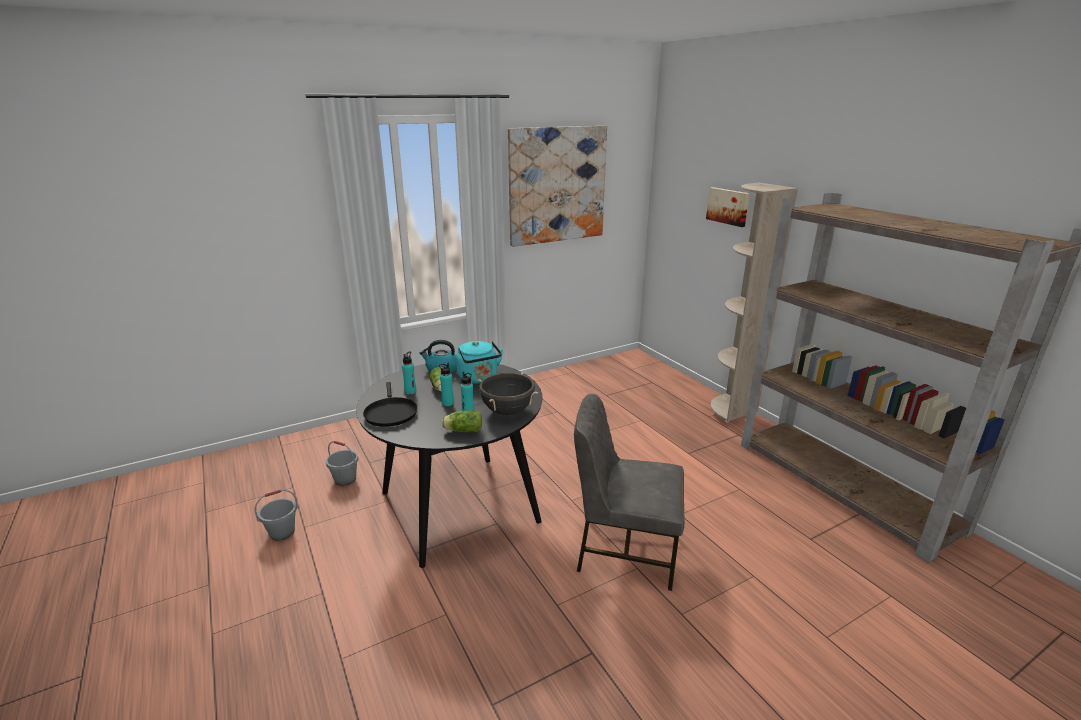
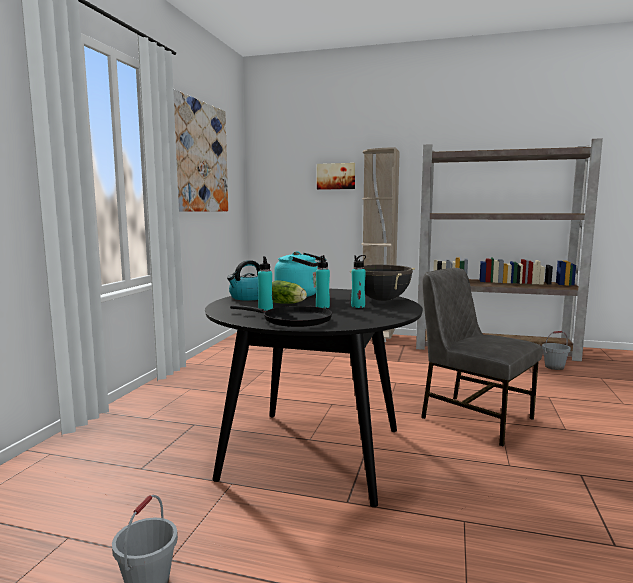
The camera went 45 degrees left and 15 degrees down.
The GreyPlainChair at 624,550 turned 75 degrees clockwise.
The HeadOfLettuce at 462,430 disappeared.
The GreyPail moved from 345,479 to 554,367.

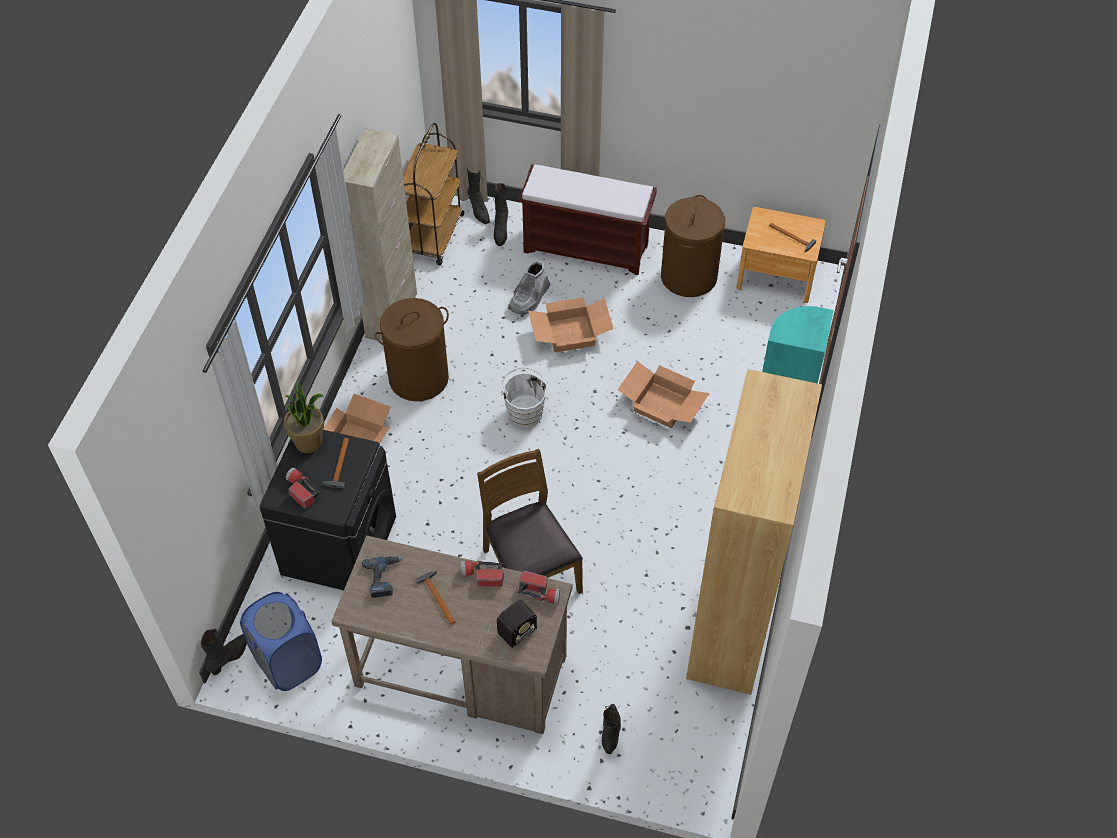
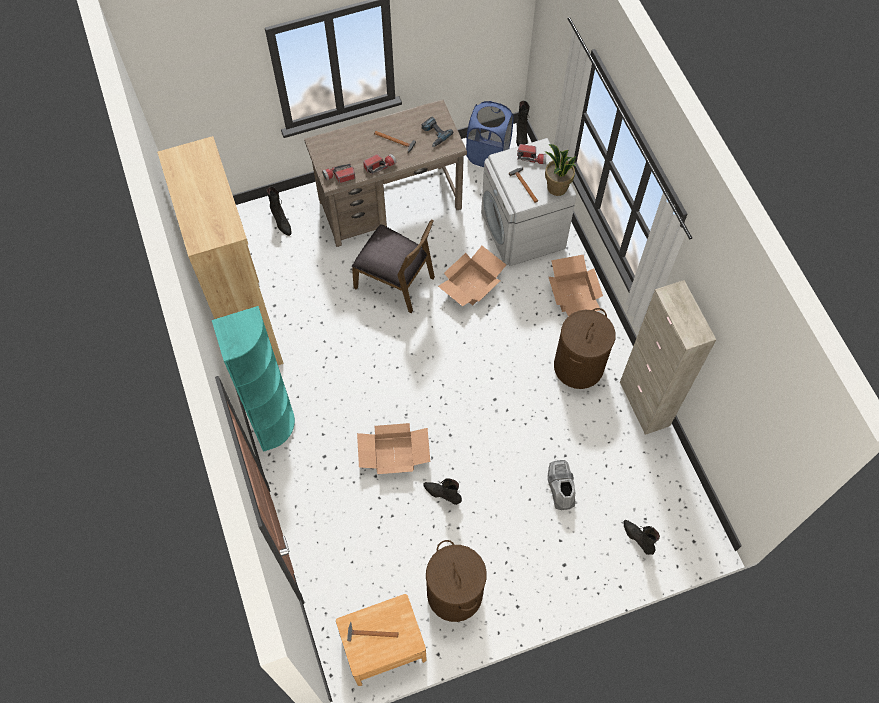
The camera went 145 degrees right and 10 degrees up.
The BrownColouredTrolley at 434,237 disappeared.
The BrownColouredBench at 587,248 disappeared.
The BlackColouredHighTopBoot moved from 478,210 to 442,494.
The CardboardBox moved from 571,333 to 471,285.
The WhiteColouredPail at 524,411 disappeared.
The BlackColouredWashingMachine at 341,543 became the WhiteColouredWashingMachine at 521,230.
The RadioReceiver at 505,636 disappeared.

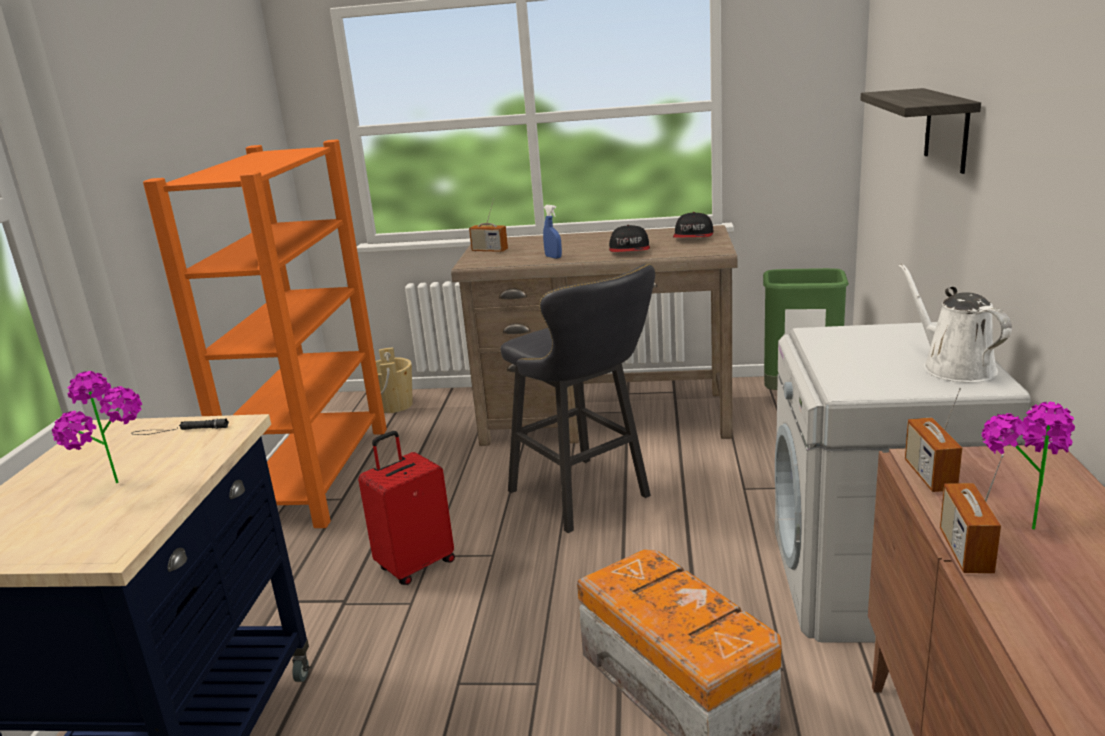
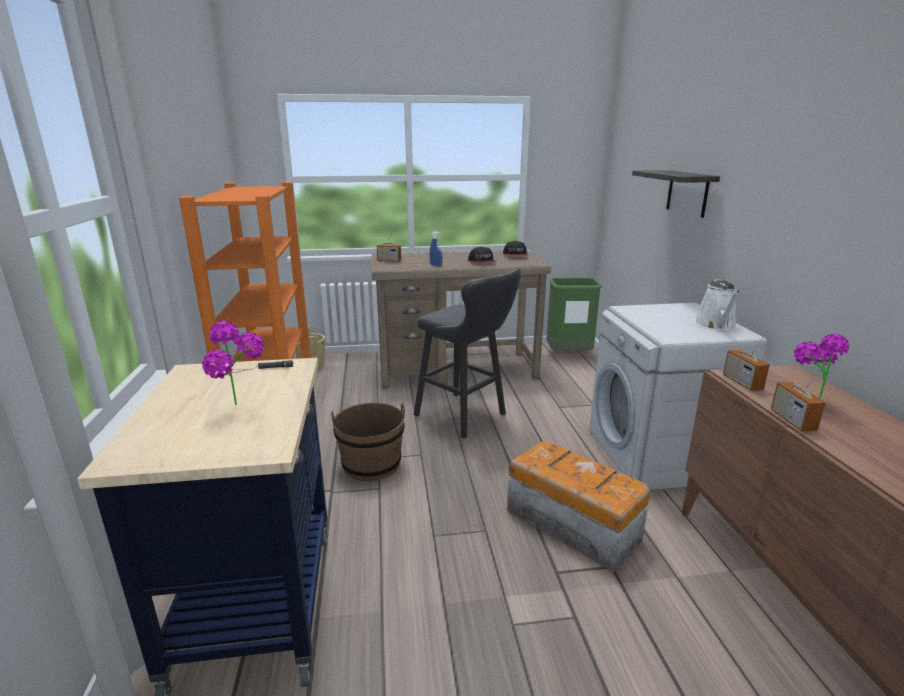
The camera went 15 degrees left and 0 degrees up.
The WhiteColouredWateringPot at 953,367 turned 135 degrees counterclockwise.
The RedColouredTravelCase at 415,565 was replaced by the BrownColouredPail at 371,464.

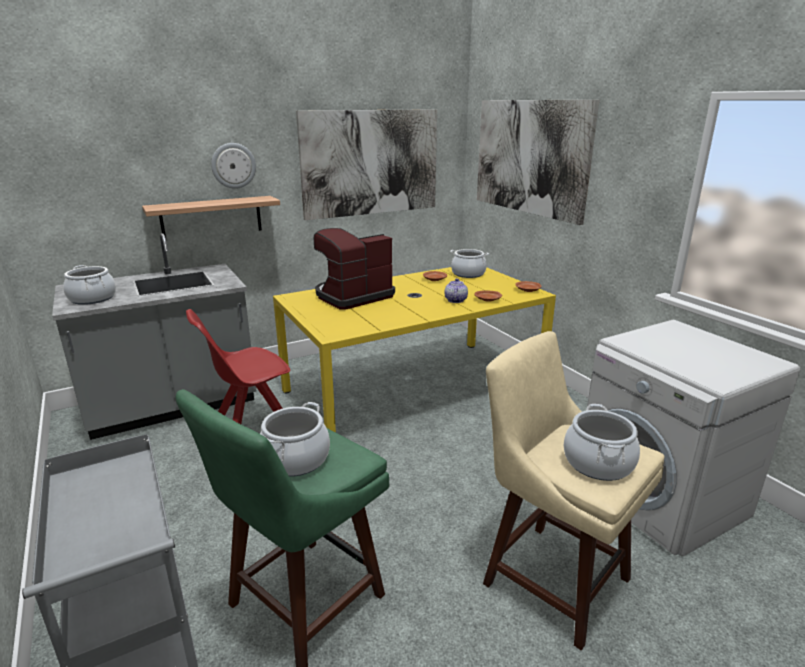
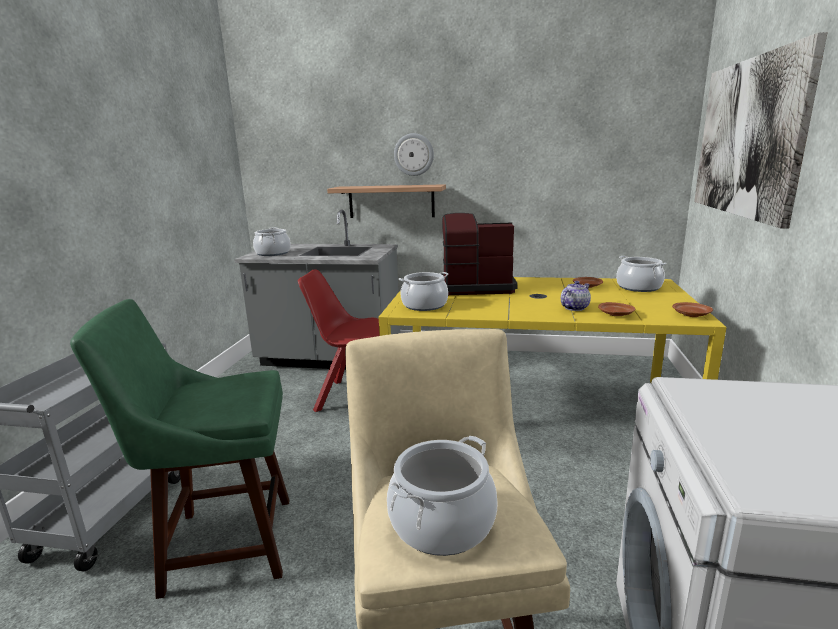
The camera went 40 degrees right and 5 degrees down.
The WallPicture at 371,163 disappeared.
The CookingPot moved from 295,459 to 424,305.

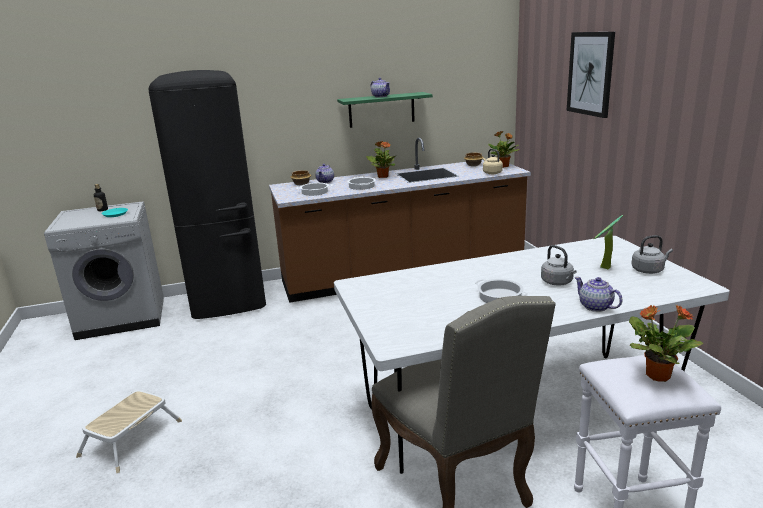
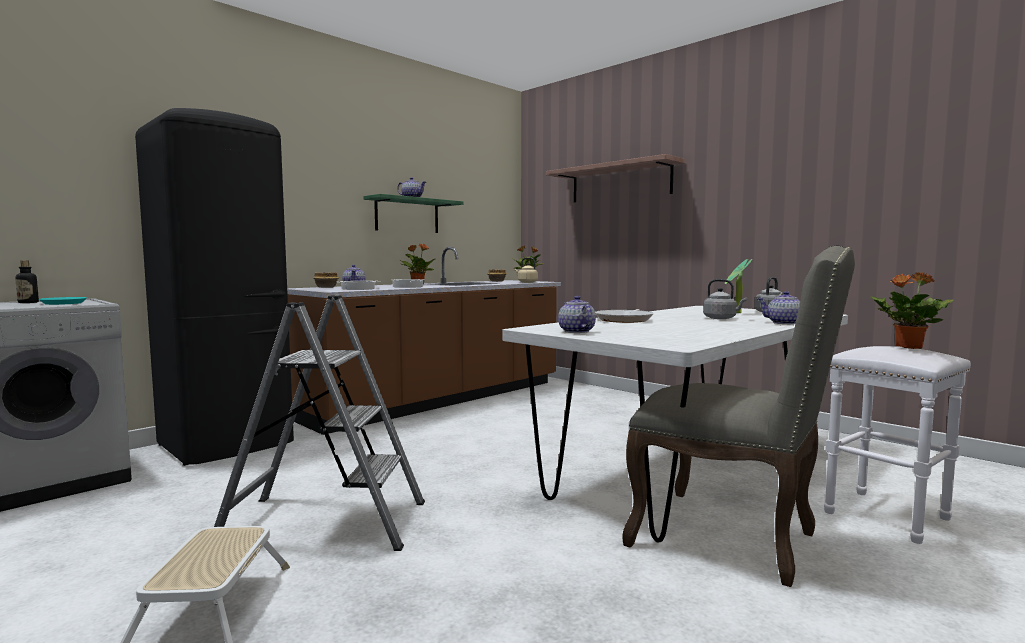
The camera went 30 degrees left and 15 degrees down.
The WallPicture at 590,73 was replaced by the WallShelf at 620,182.
The CookingPot at 499,297 disappeared.
The GreyStepStool at 322,521 appeared.
The PotForTea at 576,331 appeared.
The Skillet at 625,320 appeared.

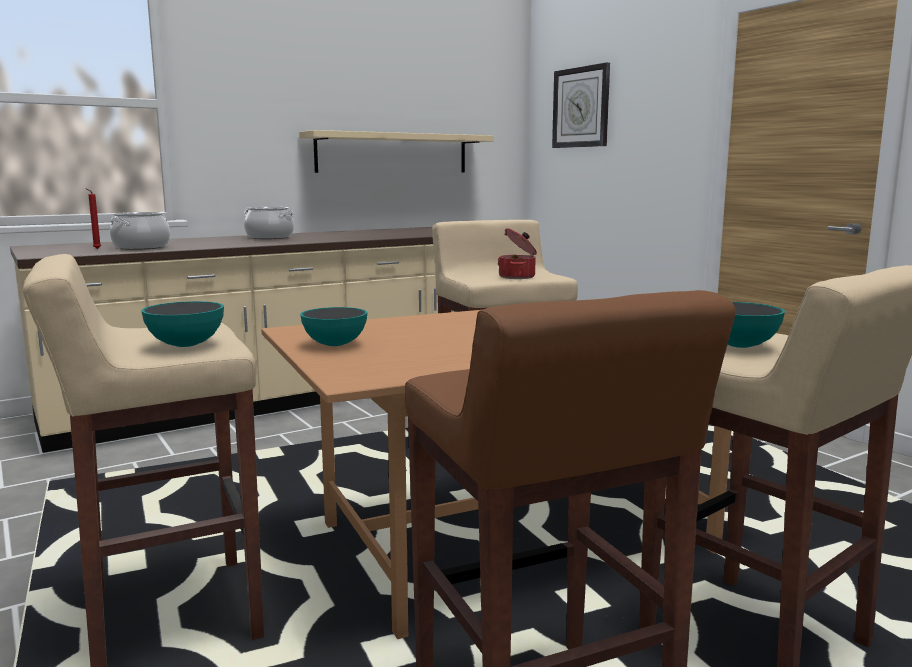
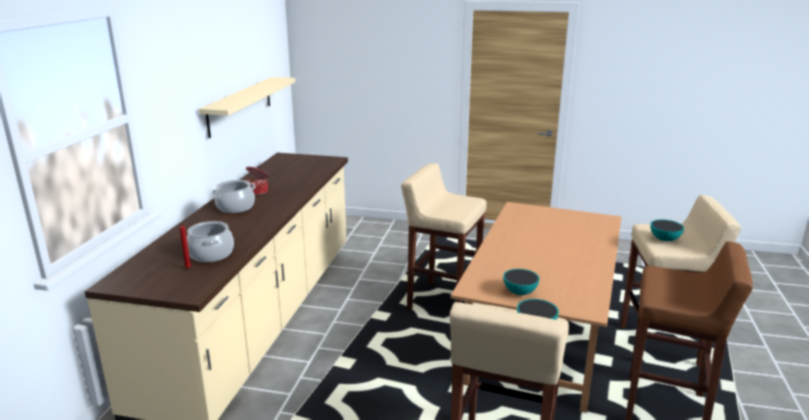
The camera went 45 degrees left and 10 degrees up.
The WallClock at 581,107 disappeared.
The CookingPot moved from 518,277 to 258,191.

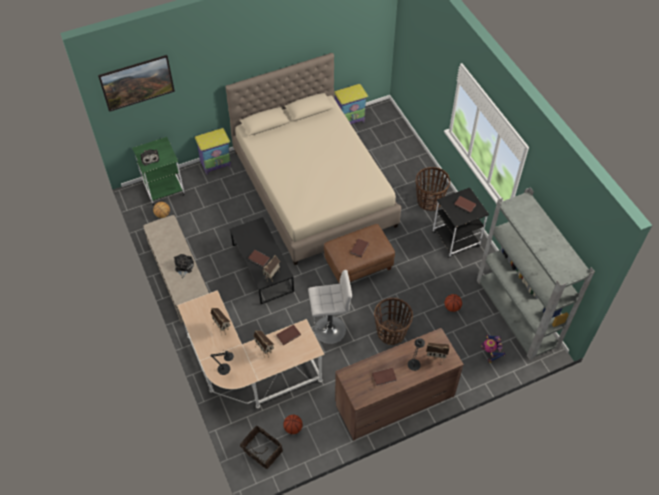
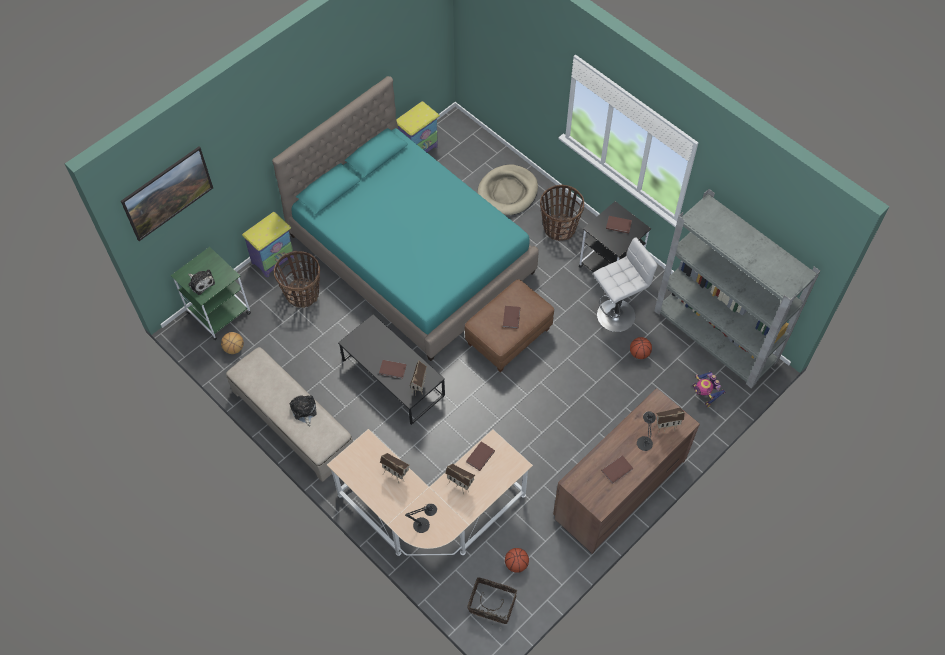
The camera went 20 degrees left and 5 degrees up.
The BeigeColouredBedroomBed at 313,187 became the TurquoiseBedroomBed at 411,253.
The WhiteColouredStool moved from 330,330 to 616,315.
The HouseholdBasket moved from 391,333 to 302,293.
The BeigeColouredDogBed at 507,192 appeared.

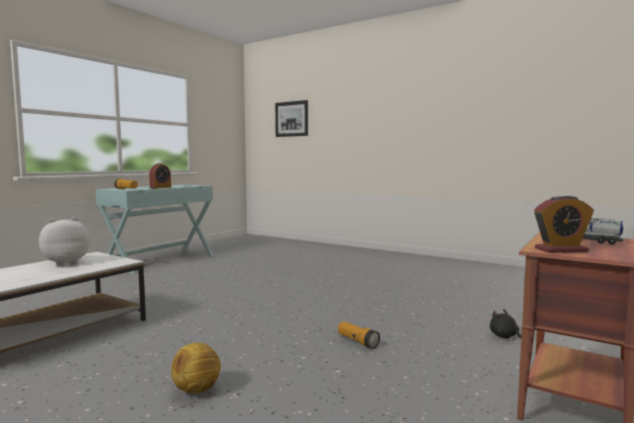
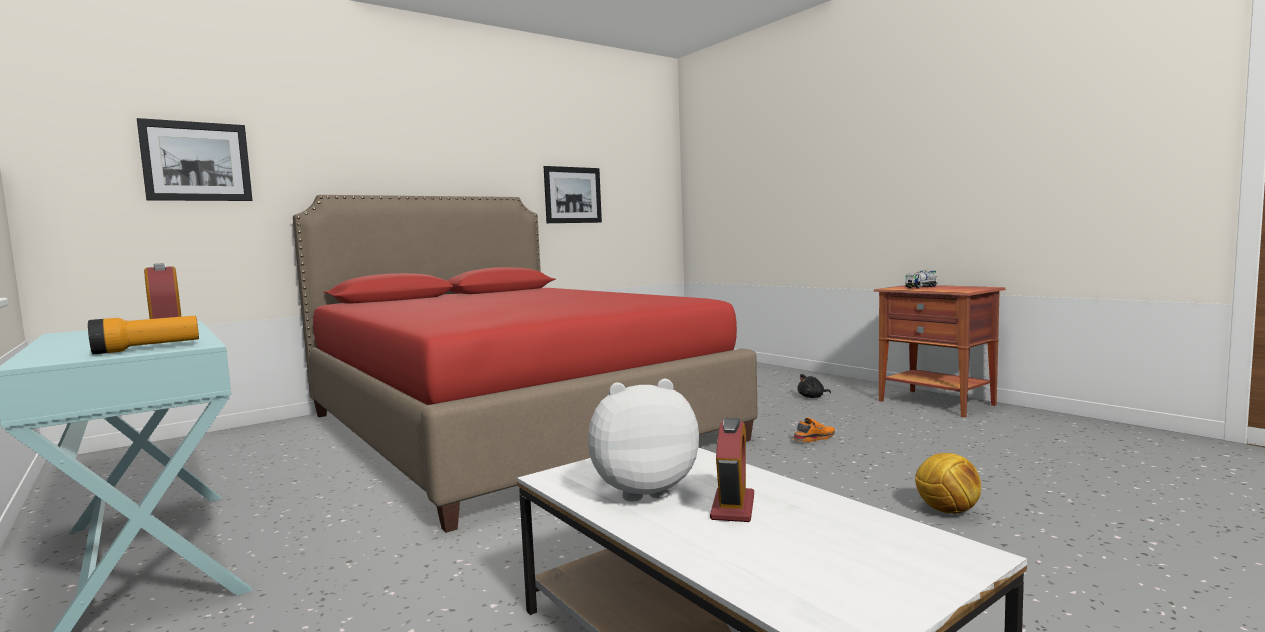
The camera went 70 degrees left and 0 degrees up.
The BedsideClock moved from 561,250 to 733,507.
The SoftToy at 66,263 turned 90 degrees clockwise.
The Flashlight at 357,342 was replaced by the OrangeyLowShoe at 813,438.
The WallPicture at 573,195 appeared.
The RedColouredBedroomBed at 508,427 appeared.

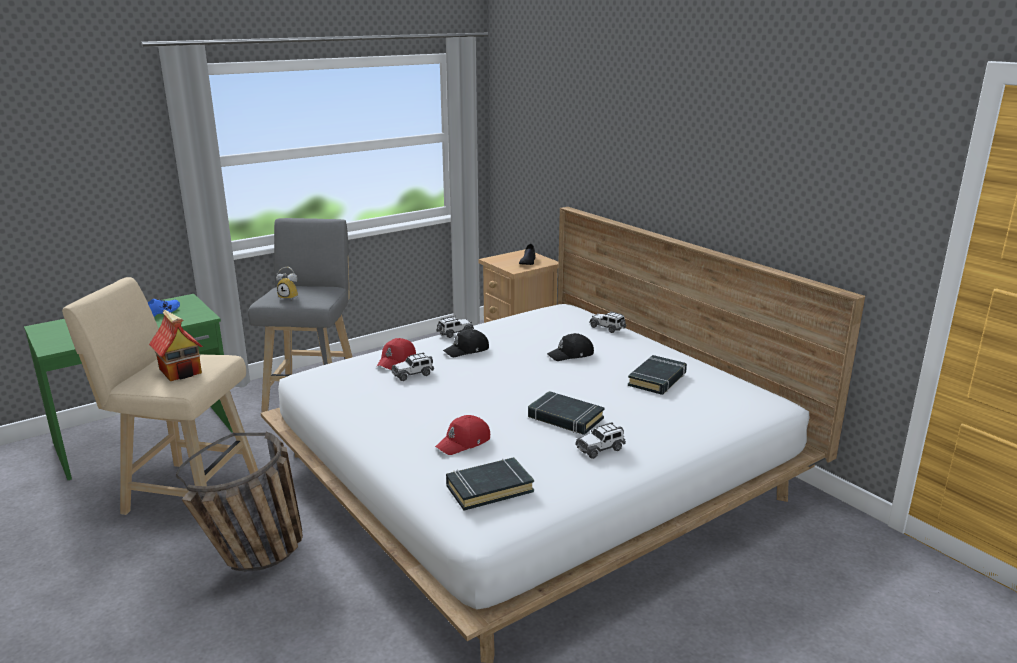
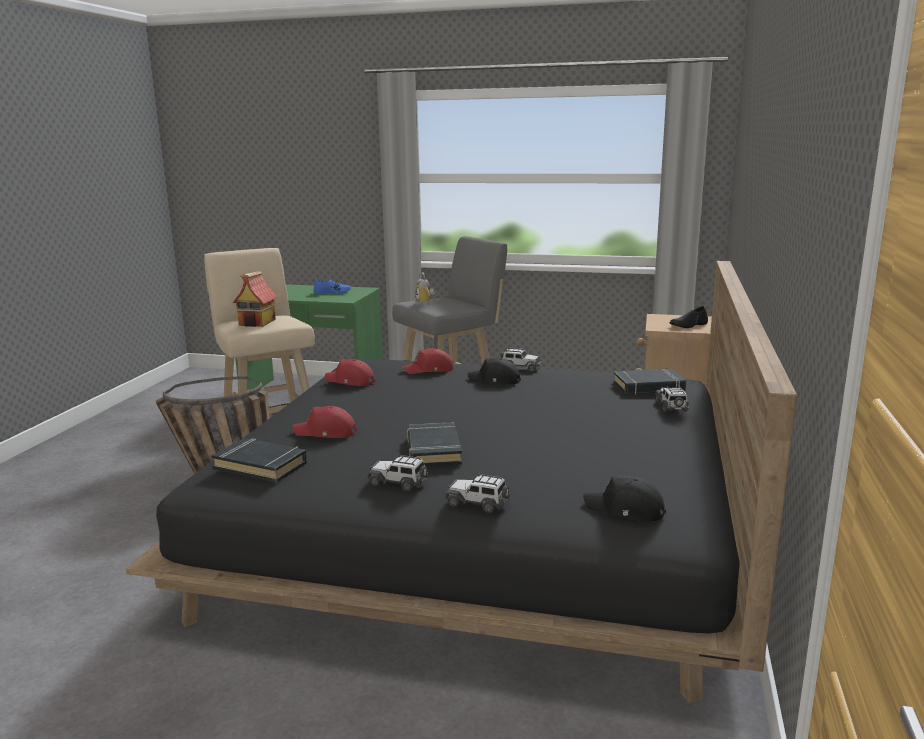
The camera went 50 degrees right and 5 degrees down.
The WhiteColouredBedroomBed at 533,475 became the BlackColouredBedroomBed at 481,530.
The BlackColouredBaseballCap moved from 571,355 to 624,509.
The MiniatureCar moved from 413,374 to 477,503.
The BlackColouredBook moved from 657,379 to 649,387.
The RedColouredBaseballCap at 350,381 appeared.

